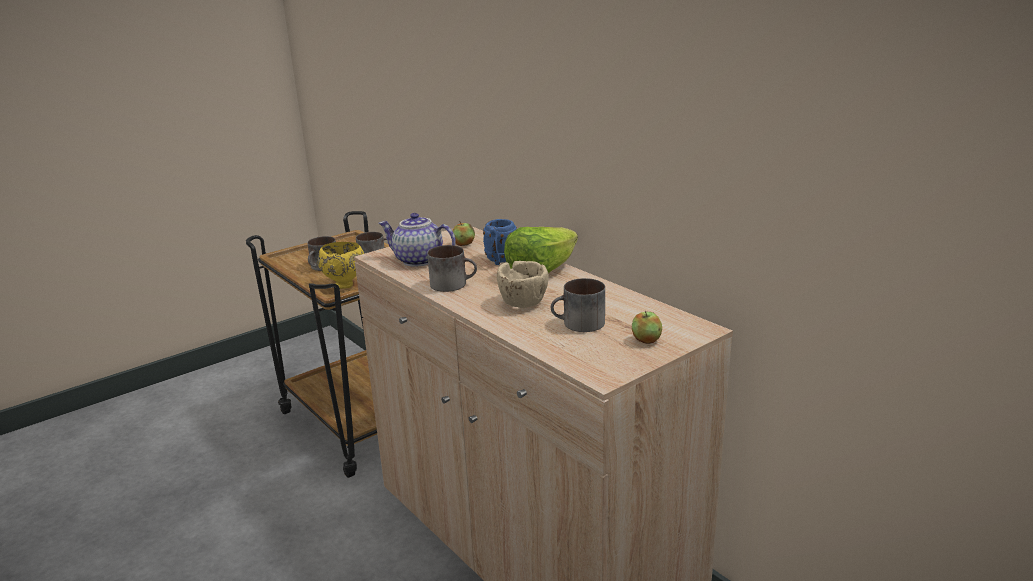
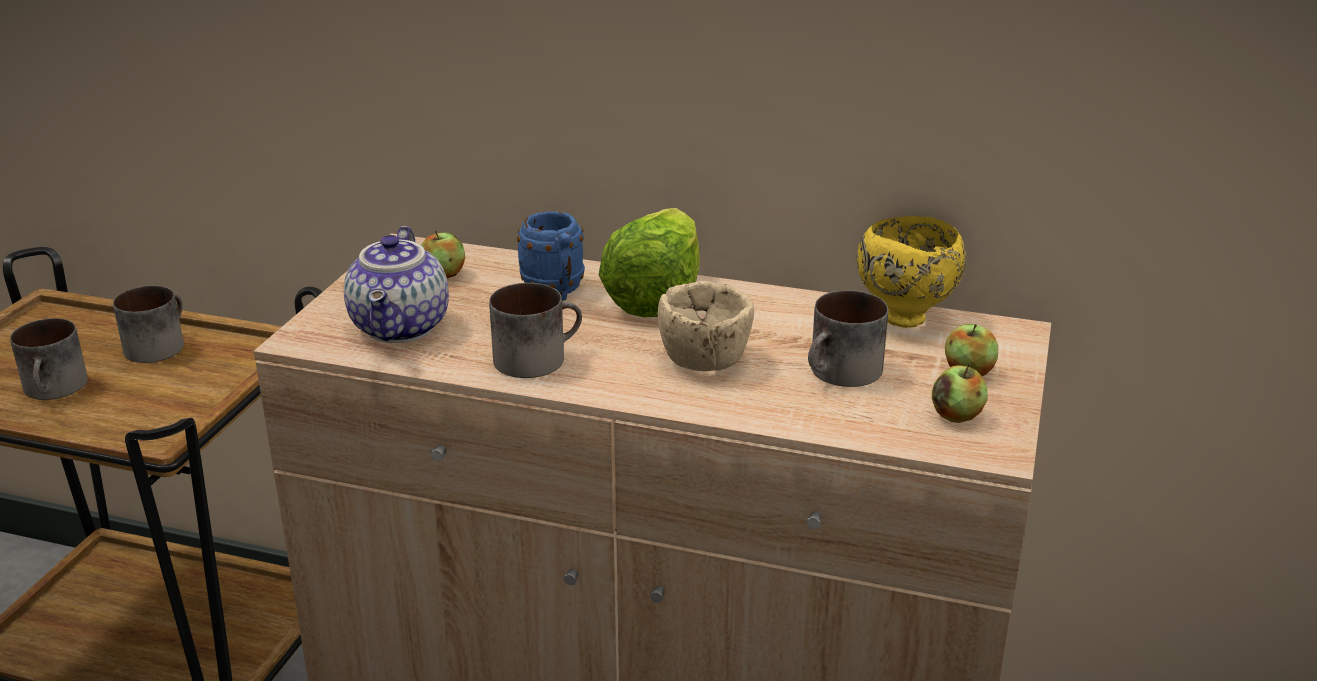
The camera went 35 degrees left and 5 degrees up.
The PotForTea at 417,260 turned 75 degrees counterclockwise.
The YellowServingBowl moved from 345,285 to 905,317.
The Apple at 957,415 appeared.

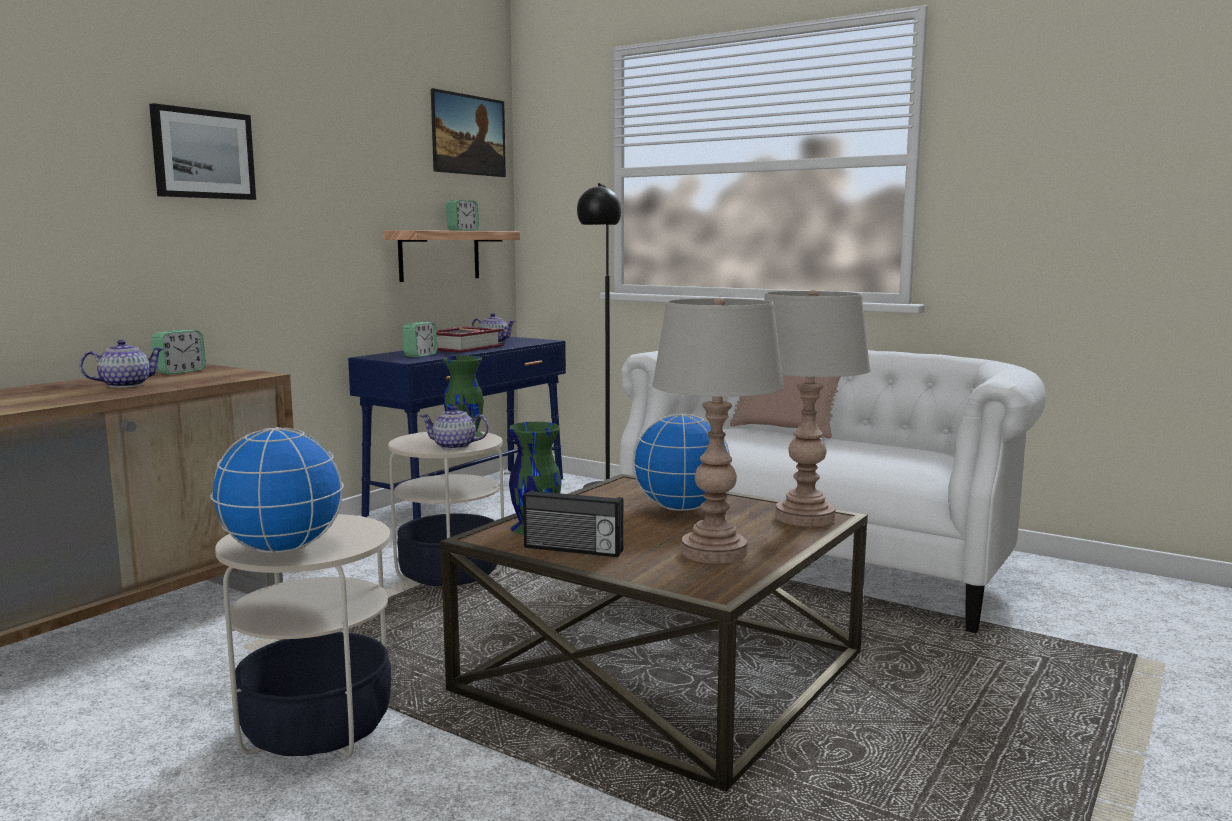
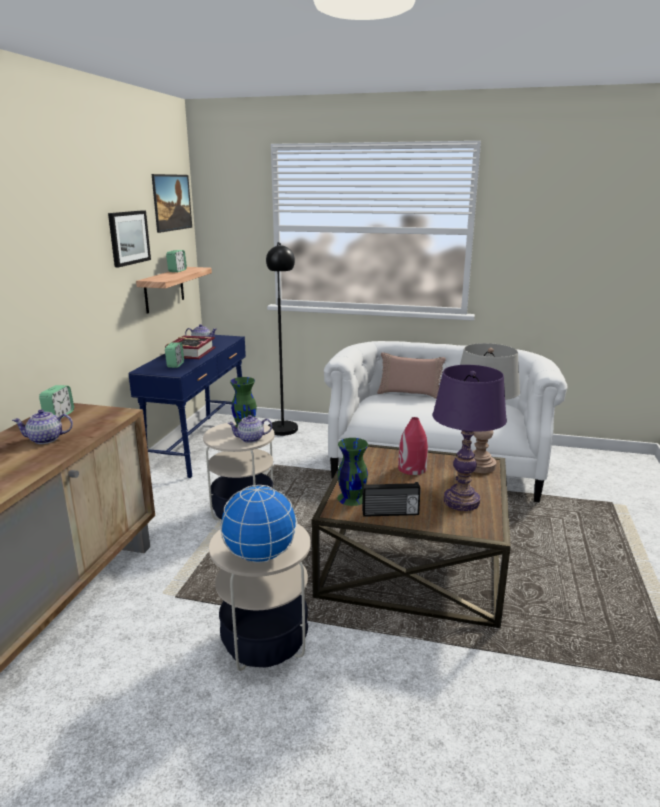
The camera went 20 degrees left and 10 degrees up.
The WallPicture moved from 203,154 to 128,237.
The GreyTableLamp at 714,552 became the PurplishTableLamp at 461,501.
The PotForTea at 124,385 turned 135 degrees counterclockwise.
The Globe at 680,509 was replaced by the RedColouredFlowerVase at 412,469.

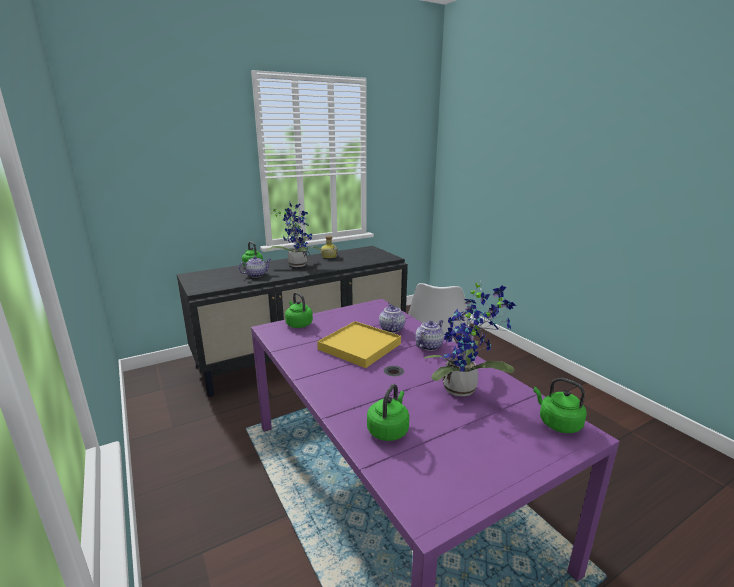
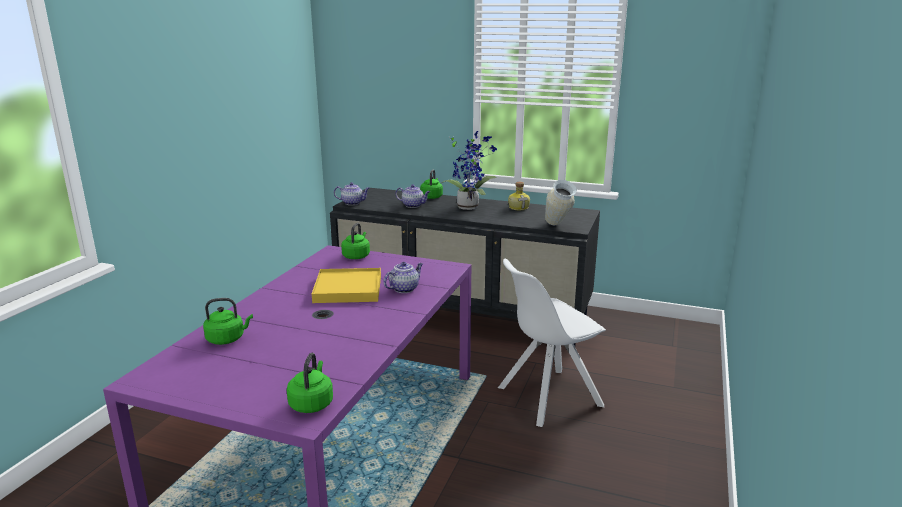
The camera went 50 degrees right and 0 degrees up.
The PottedPlant at 464,389 disappeared.
The PotForTea moved from 429,346 to 353,203.
The FlowerVase at 558,227 appeared.

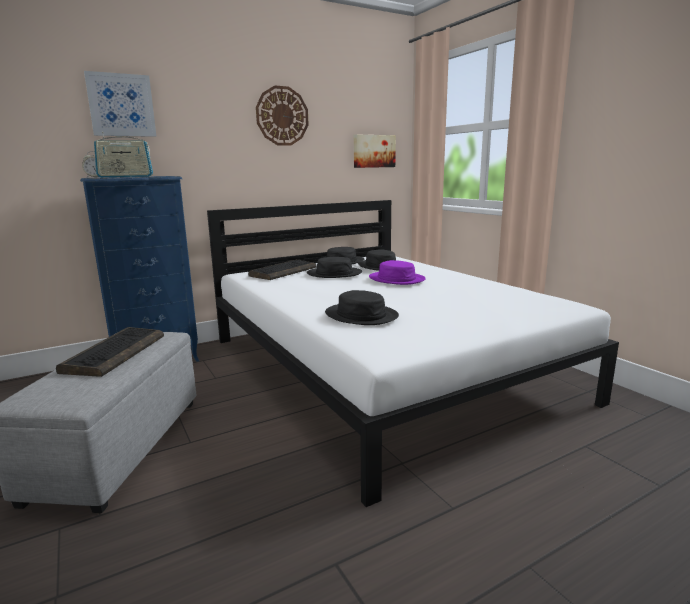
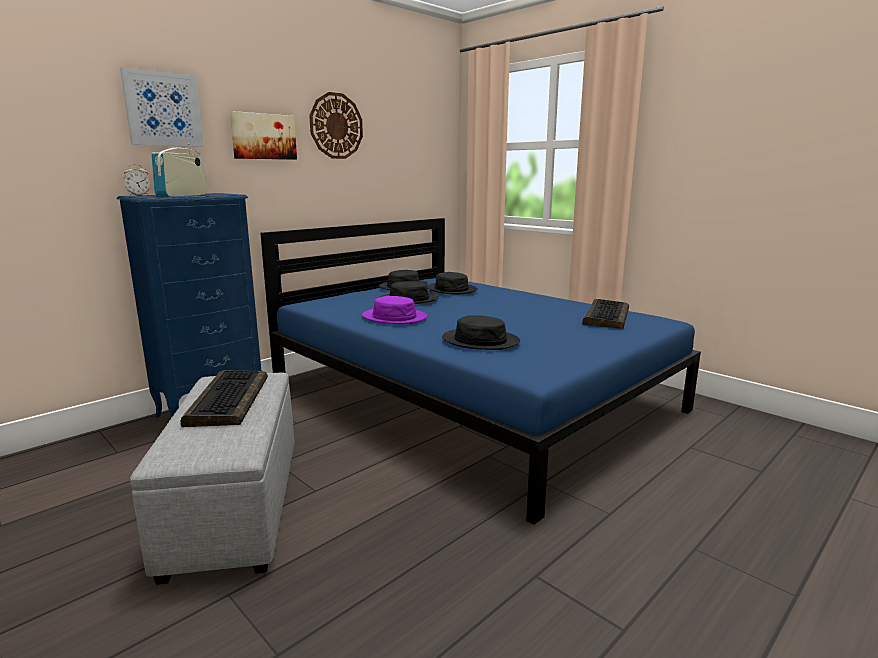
The camera went 15 degrees left and 0 degrees up.
The RadioReceiver at 125,176 turned 135 degrees clockwise.
The WallPicture moved from 373,151 to 263,136.
The WhiteColouredBedroomBed at 382,367 became the BluishBedroomBed at 471,395.
The ComputerKeyboard moved from 283,271 to 606,315.
The PurplishClothingHat moved from 396,279 to 394,317.

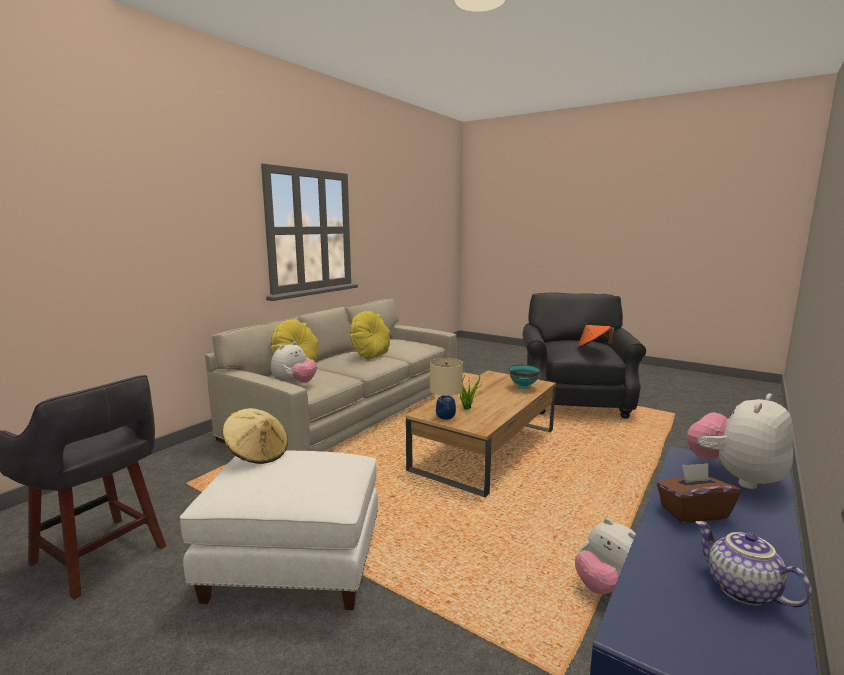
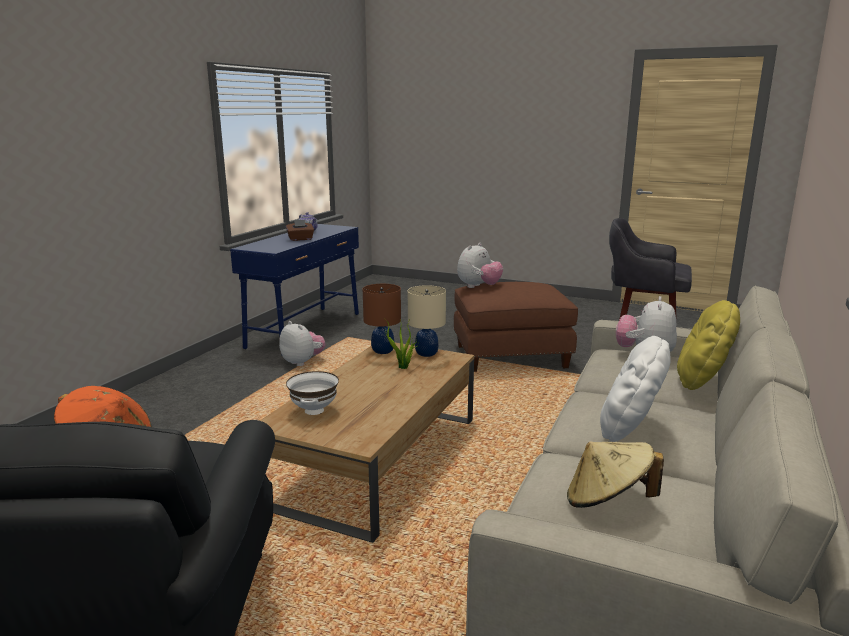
The camera went 170 degrees right and 5 degrees up.
The YellowCushion at 370,356 became the WhiteColouredCushion at 629,432.
The TurquoiseServingBowl at 523,387 became the WhiteColouredServingBowl at 314,410.
The SoftToy moved from 735,477 to 478,287.
The BeigeColouredClothingHat moved from 257,454 to 607,501.
The WhiteColouredOttoman at 292,567 became the BrownColouredOttoman at 511,356.
The BrownColouredTableLamp at 382,352 appeared.

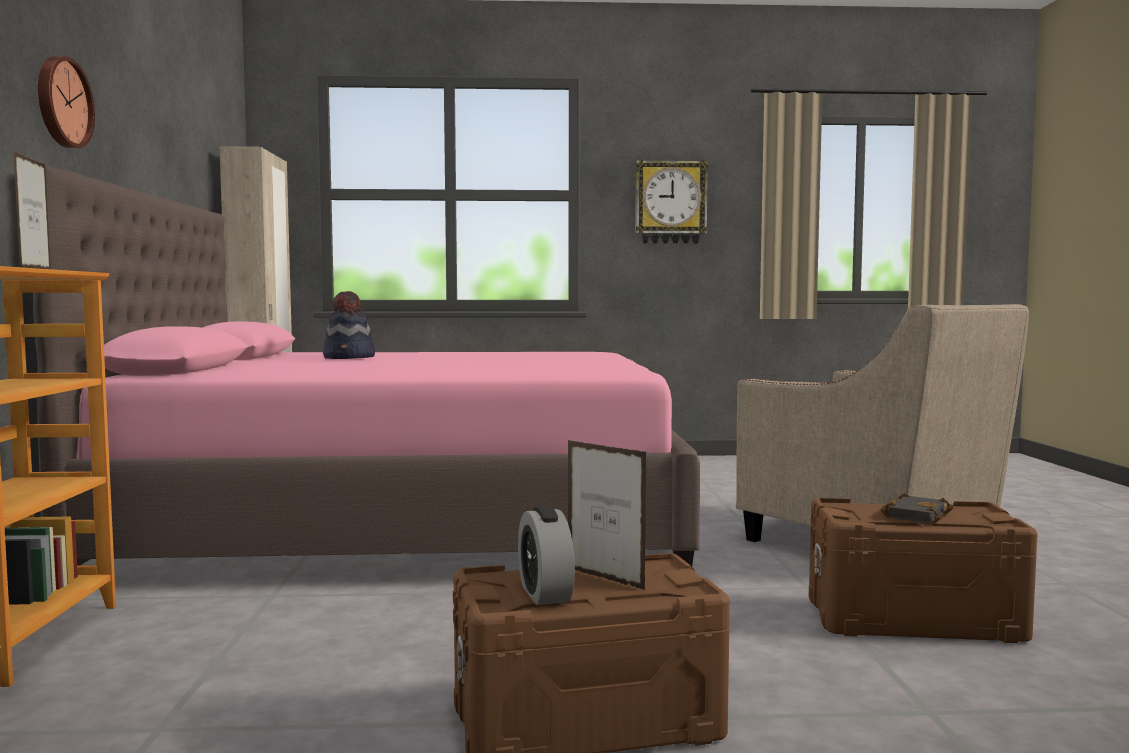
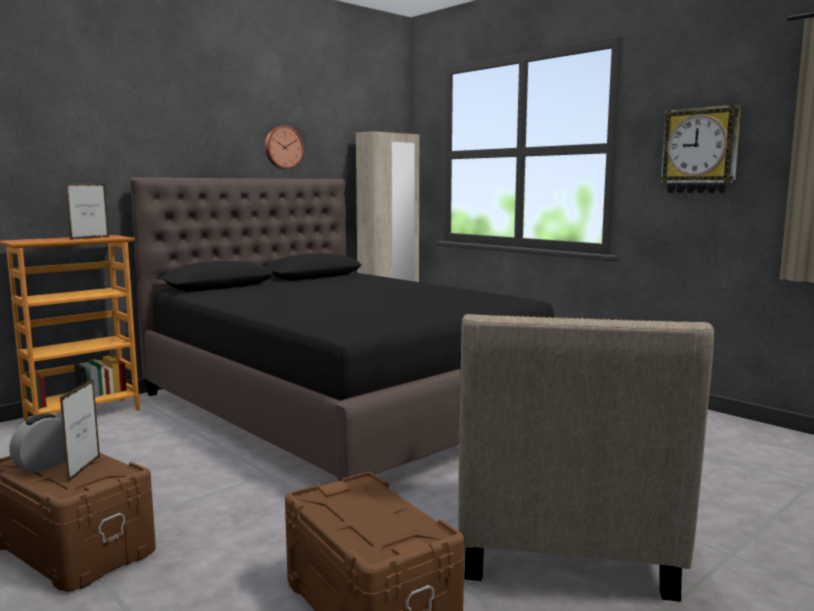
The camera went 50 degrees right and 5 degrees up.
The WallClock moved from 61,102 to 283,147.
The PinkColouredBedroomBed at 407,524 became the BlackColouredBedroomBed at 344,406.
The ClothingHat at 350,358 disappeared.
The BlackColouredBook at 914,515 disappeared.

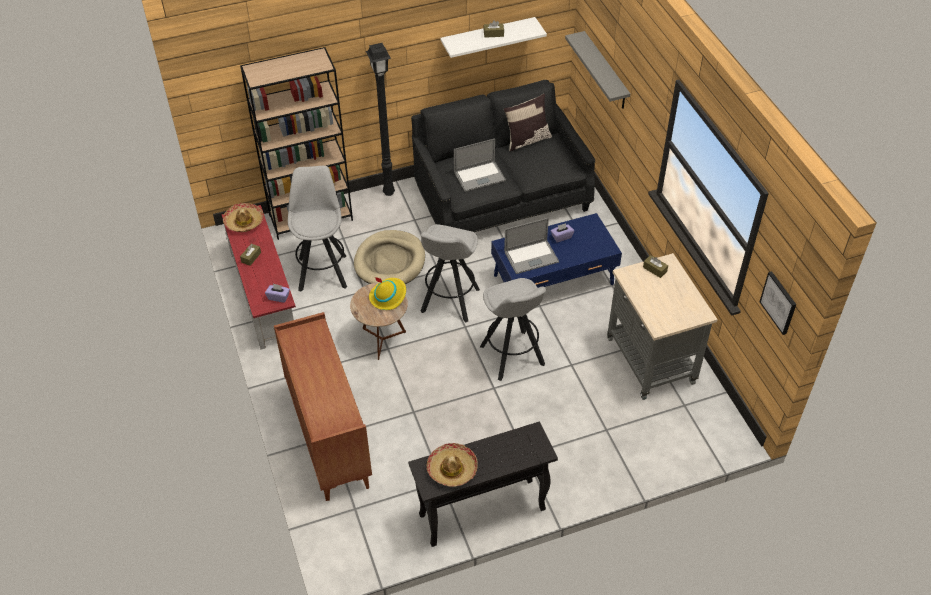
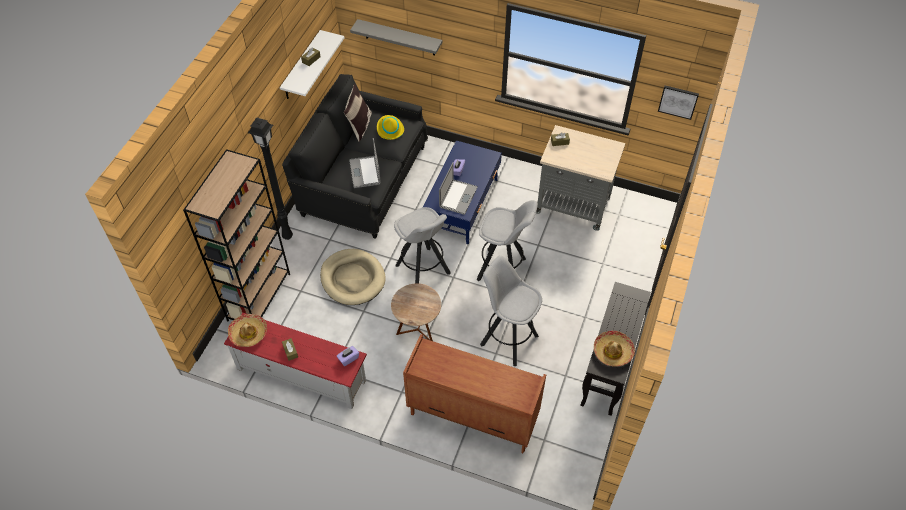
The camera went 50 degrees left and 5 degrees up.
The NotebookComputer at 479,176 turned 150 degrees clockwise.
The GreyStool moved from 323,271 to 508,339.
The YellowClothingHat moved from 388,296 to 389,129.

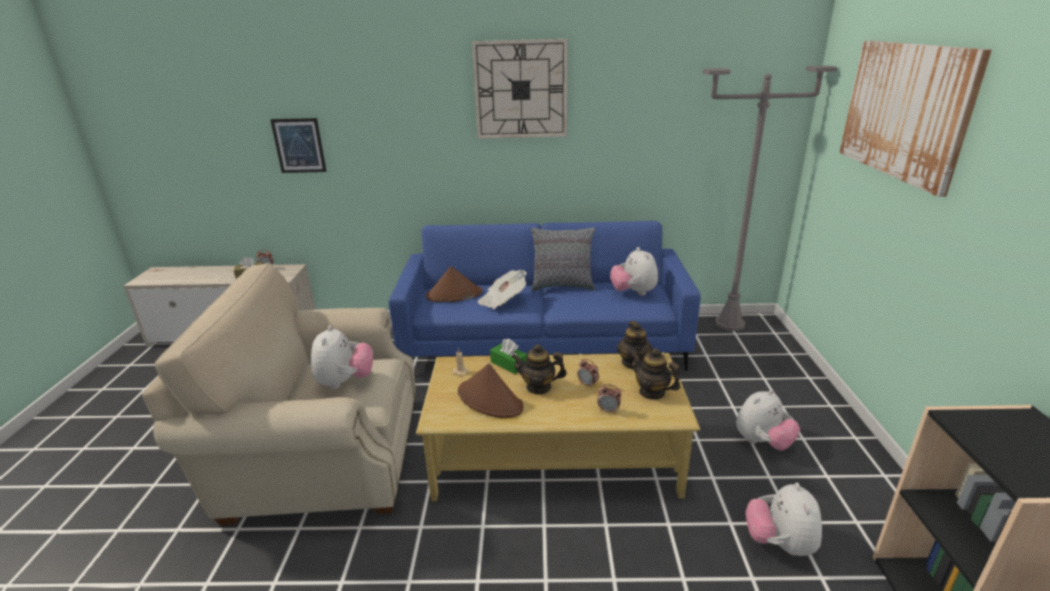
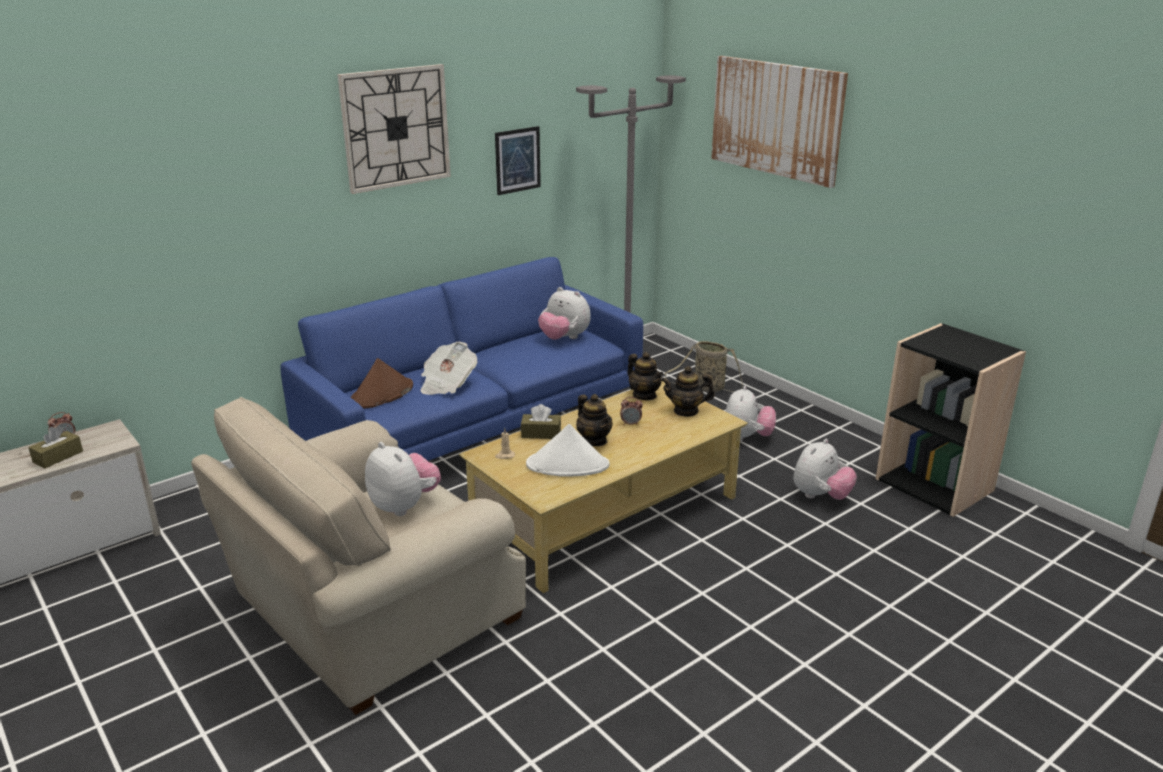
The camera went 40 degrees left and 0 degrees up.
The WallPicture moved from 299,145 to 517,160.
The GreyCushion at 562,286 disappeared.
The GreenColouredTissueBox at 509,364 became the BrownColouredTissueBox at 541,433.
The PotForTea at 539,387 turned 90 degrees counterclockwise.
The BrownColouredClothingHat at 490,400 became the WhiteColouredClothingHat at 568,465.
The BedsideClock at 608,410 disappeared.
The SoftToy at 779,543 turned 105 degrees counterclockwise.
The HouseholdBasket at 707,387 appeared.

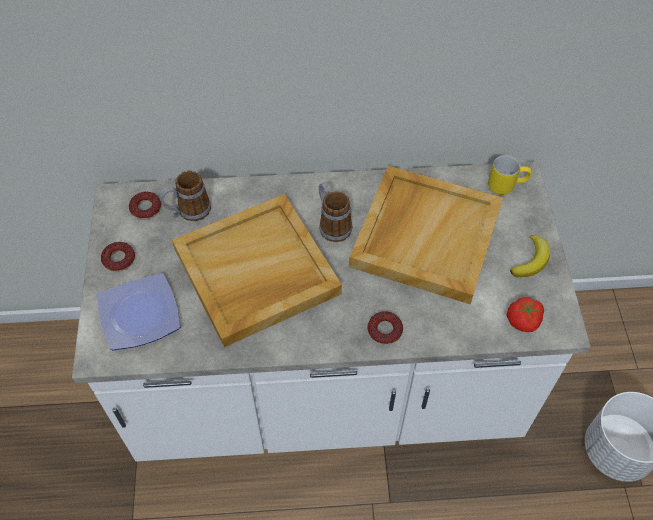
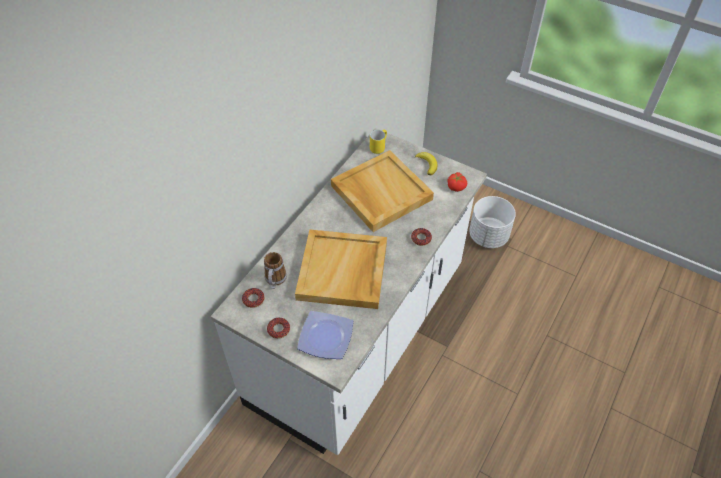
The camera went 55 degrees left and 5 degrees down.
The Mug at 332,224 disappeared.

